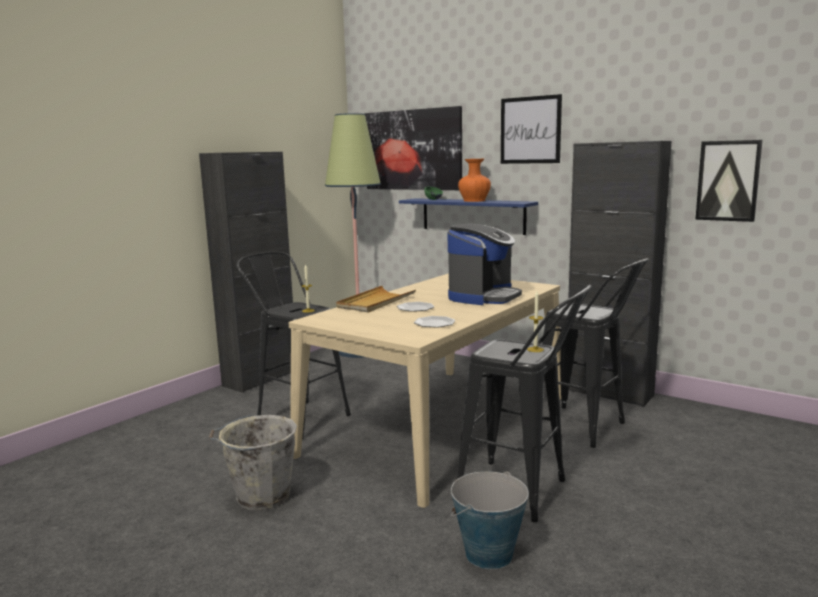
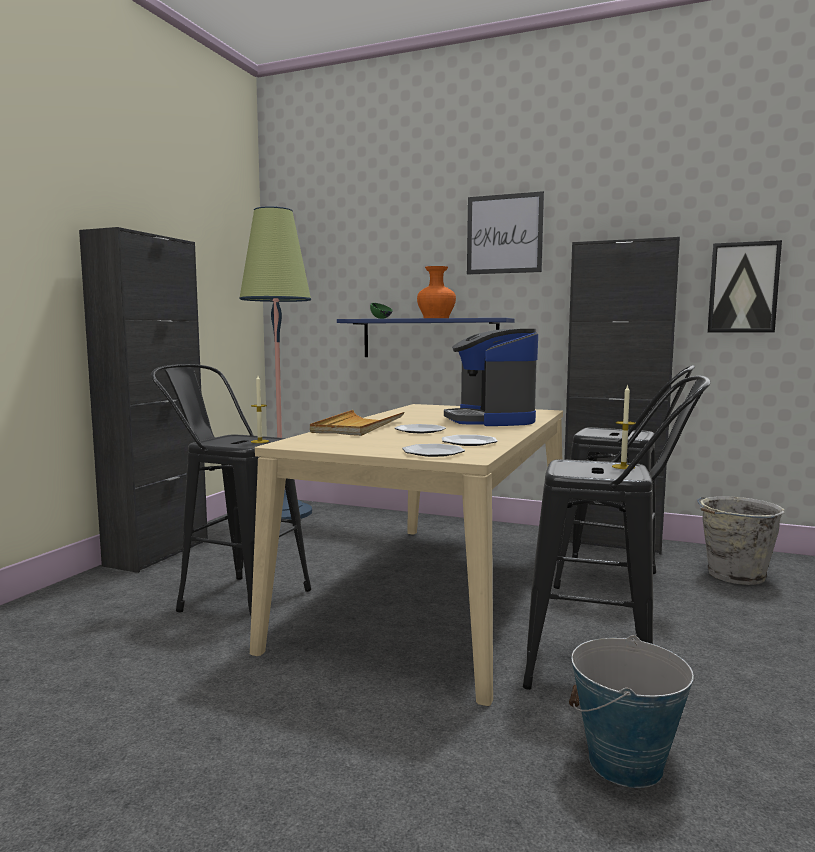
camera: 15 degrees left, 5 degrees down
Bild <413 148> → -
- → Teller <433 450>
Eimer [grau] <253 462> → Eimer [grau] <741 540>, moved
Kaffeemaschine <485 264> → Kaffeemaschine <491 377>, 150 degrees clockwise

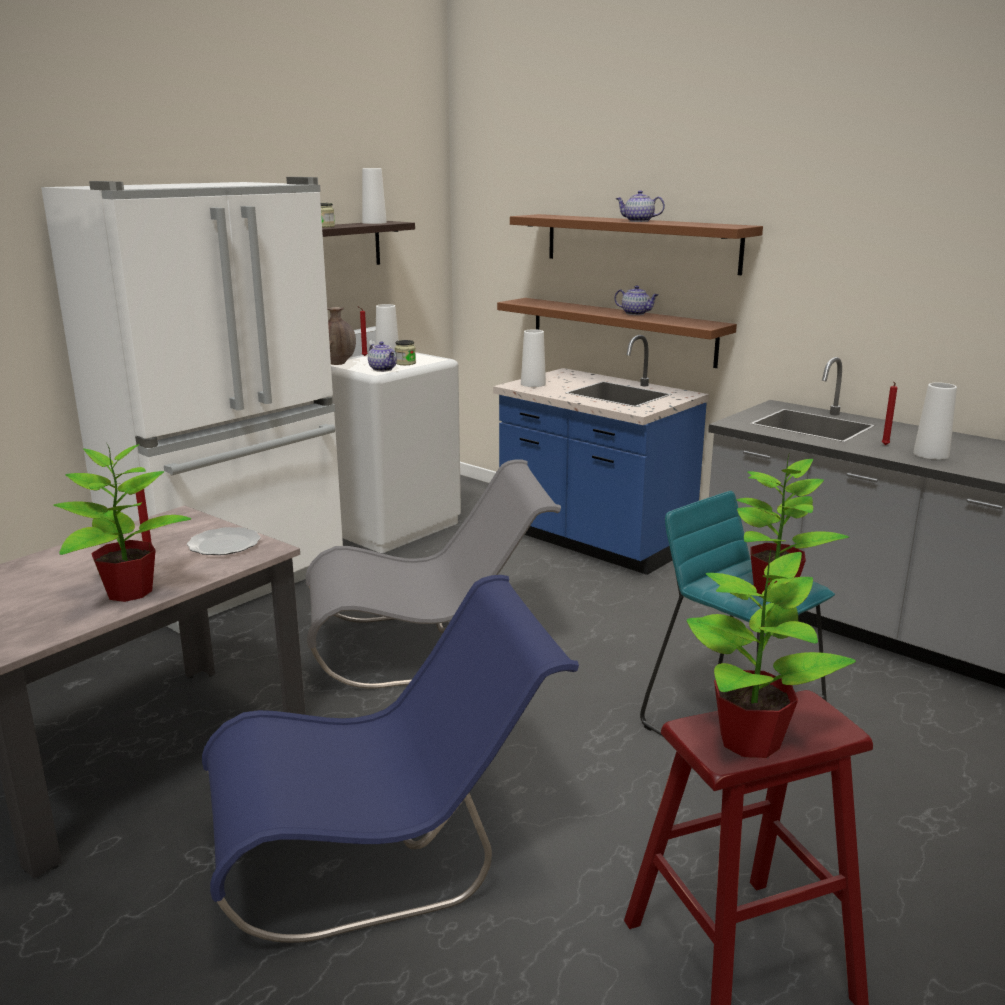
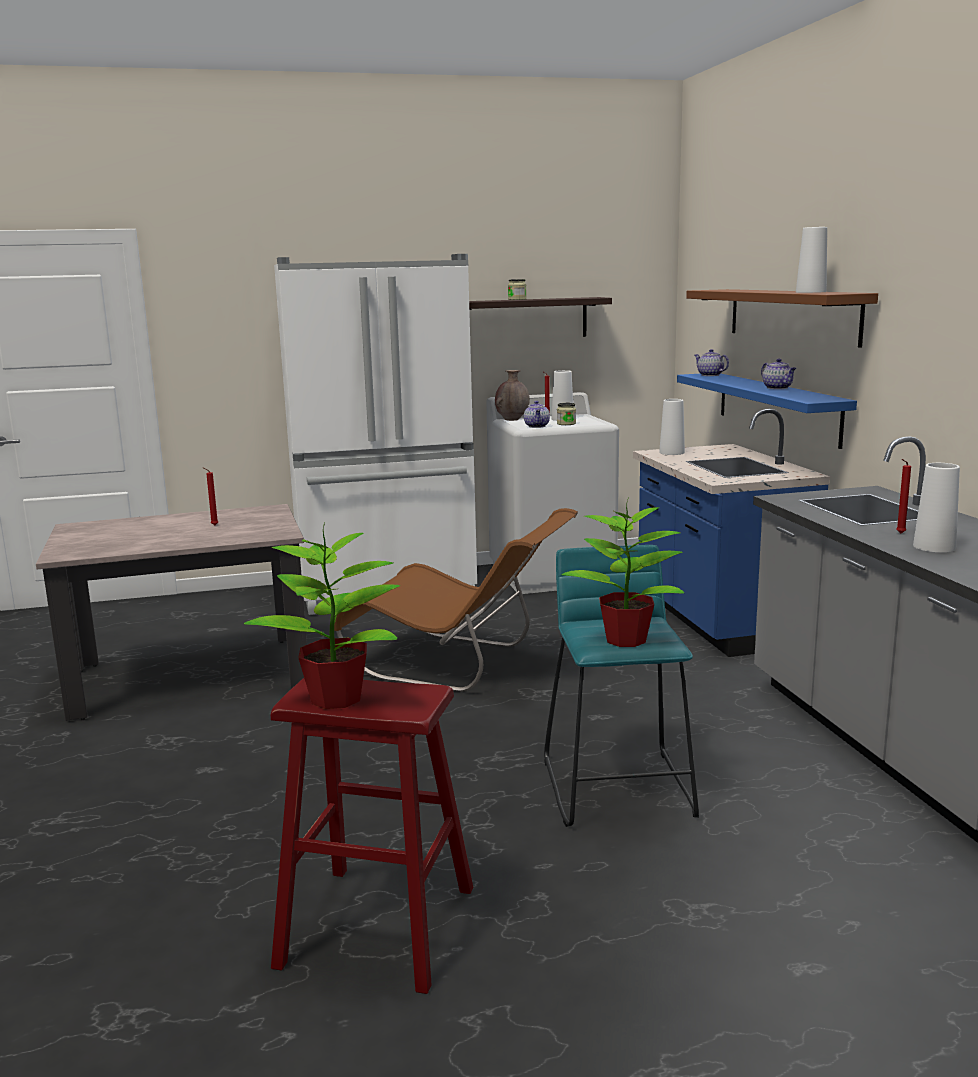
camera: 35 degrees right, 5 degrees down
Topfpflanze <122 522> → -
Teller <223 541> → -
Stuhl [blau] <390 759> → -
Vase [weiß] <374 196> → Vase [weiß] <811 260>, moved
Teekanne <640 206> → Teekanne <711 362>, moved
Stuhl [grau] <433 574> → Stuhl [braun] <456 600>
Wandregal [braun] <617 333> → Wandregal [blau] <767 411>

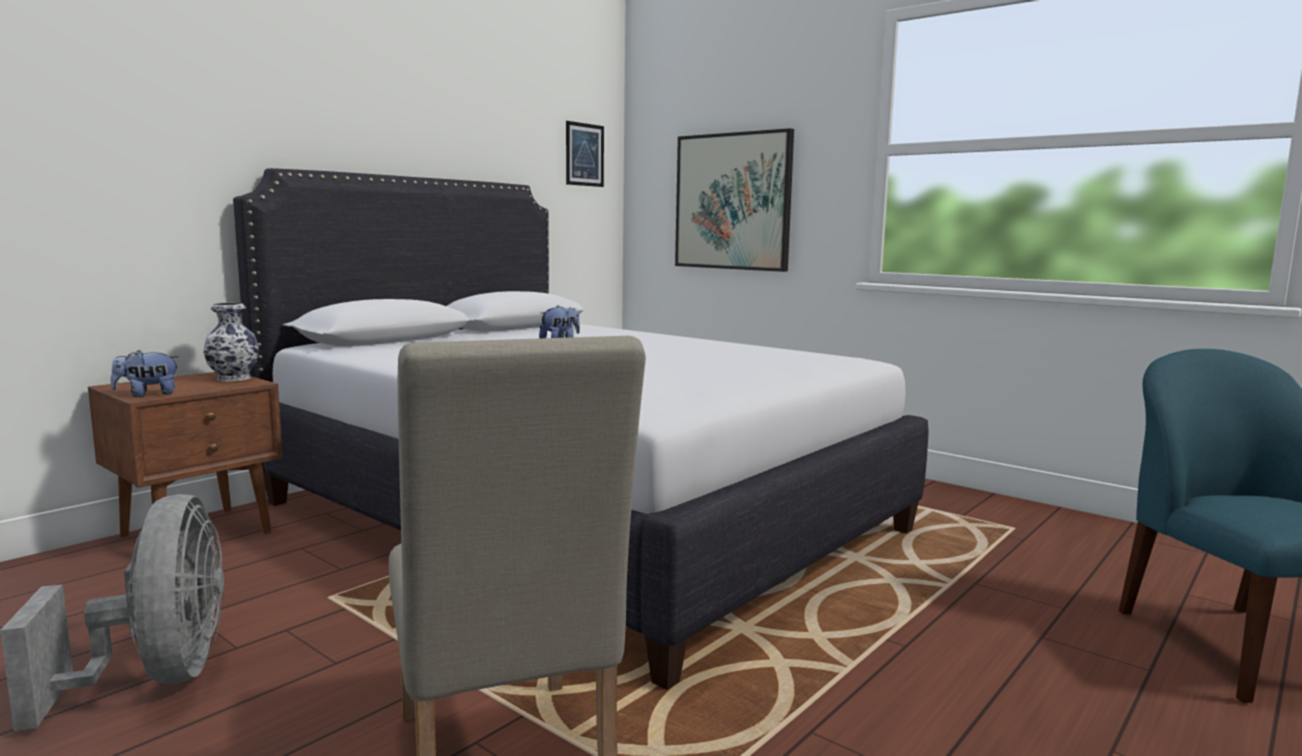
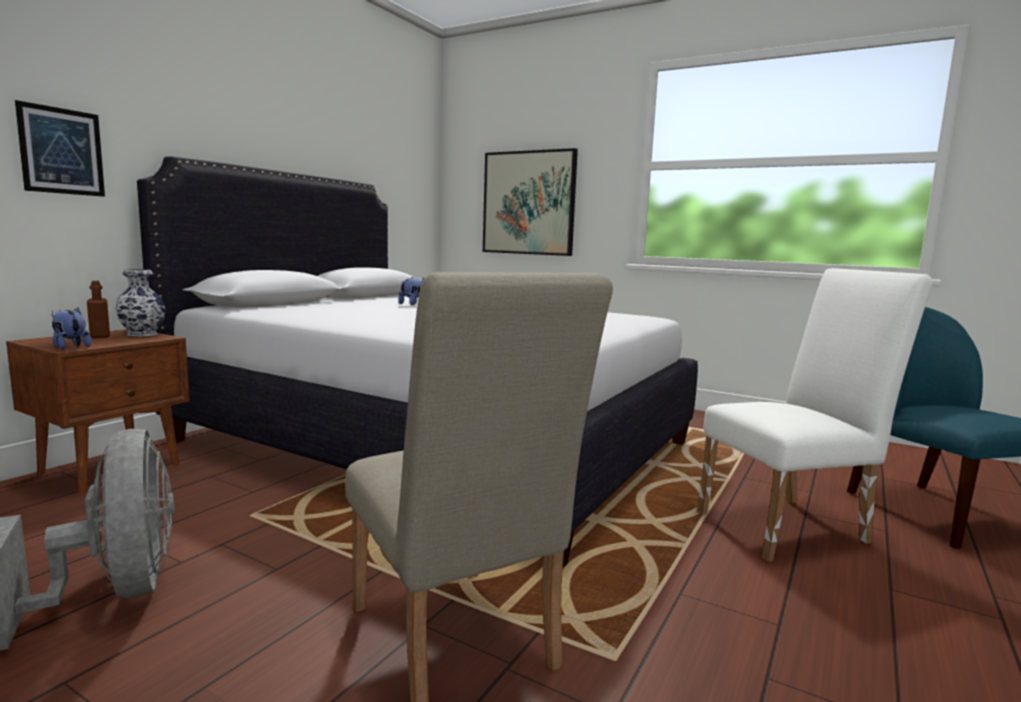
camera: 10 degrees left, 0 degrees up
- → Flasche [braun] <98 309>
- → Stuhl [weiß] <815 415>
Bild <585 154> → Bild <60 148>, moved
Plüschtier <145 373> → Plüschtier <71 328>, 75 degrees clockwise

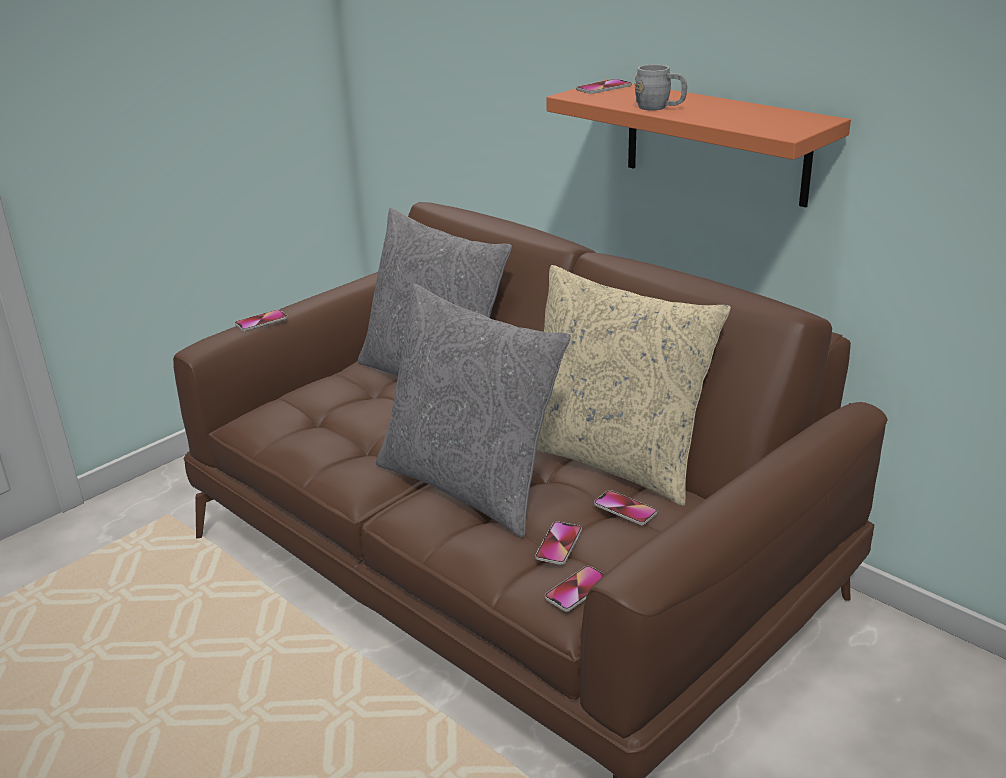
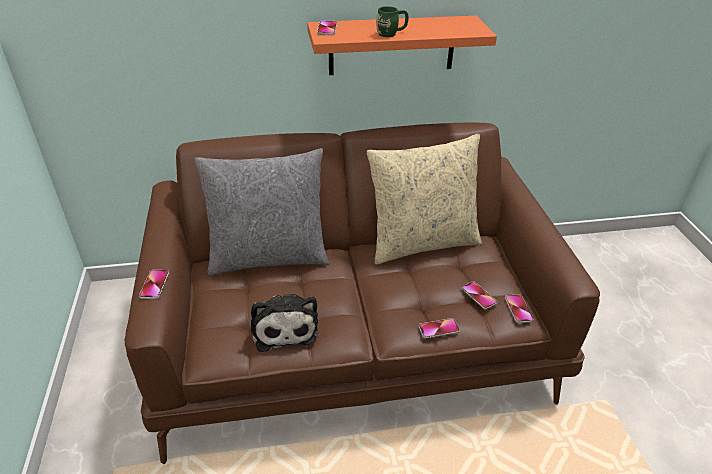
camera: 55 degrees left, 10 degrees up
Kissen [grau] <473 411> → -
- → Plüschtier <284 323>
Handy <625 507> → Handy <439 328>, moved
Henkelbecher [grau] <661 87> → Henkelbecher [grün] <392 21>

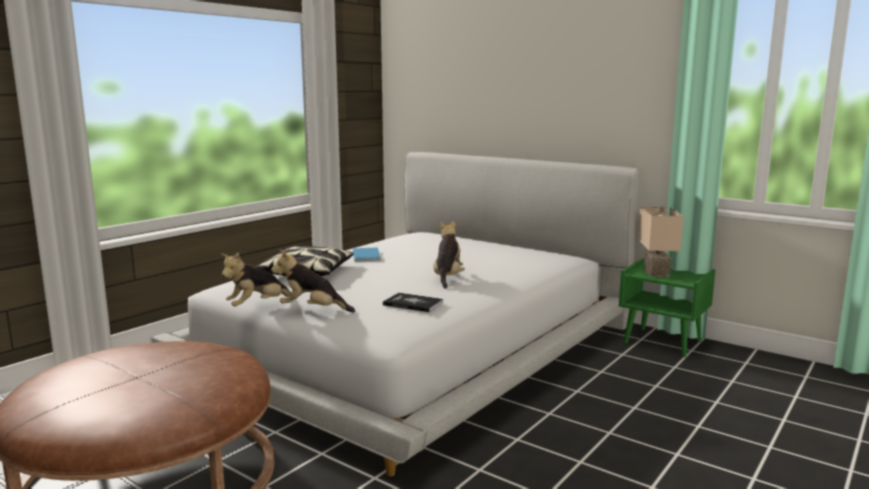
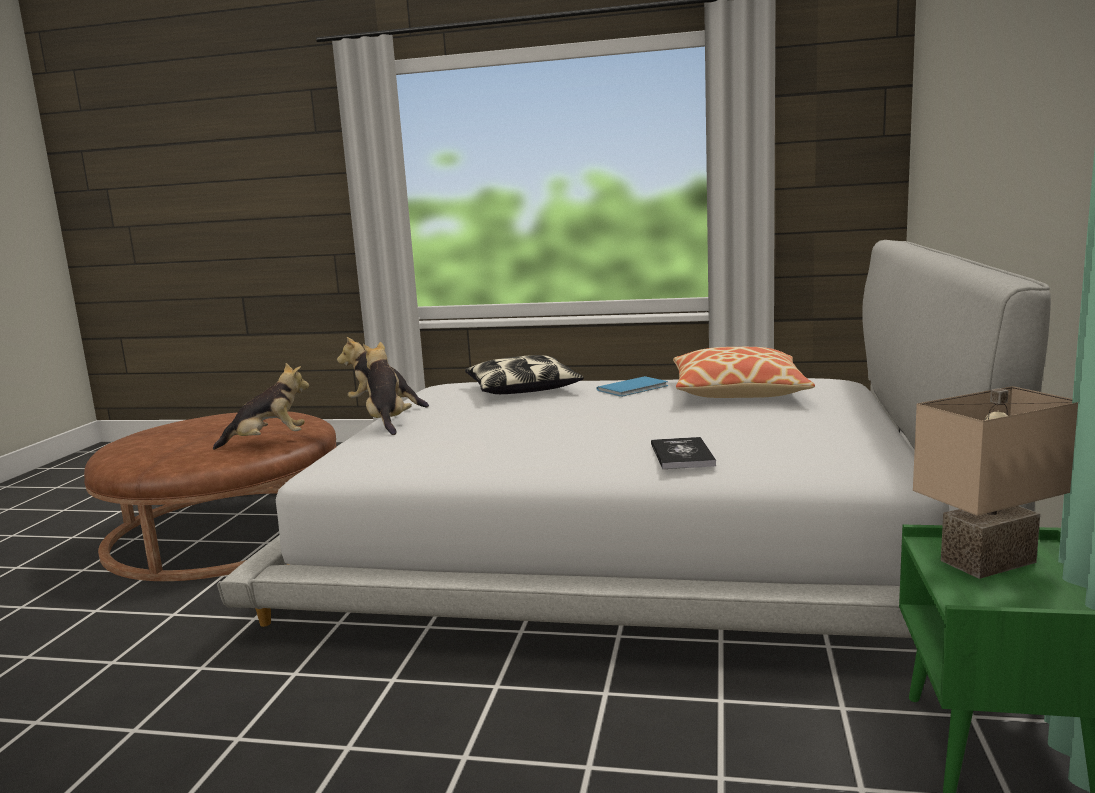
camera: 65 degrees right, 0 degrees up
- → Kissen <744 372>
Buch <413 302> → Buch <683 453>, moved
Plüschtier <449 255> → Plüschtier <261 406>, moved

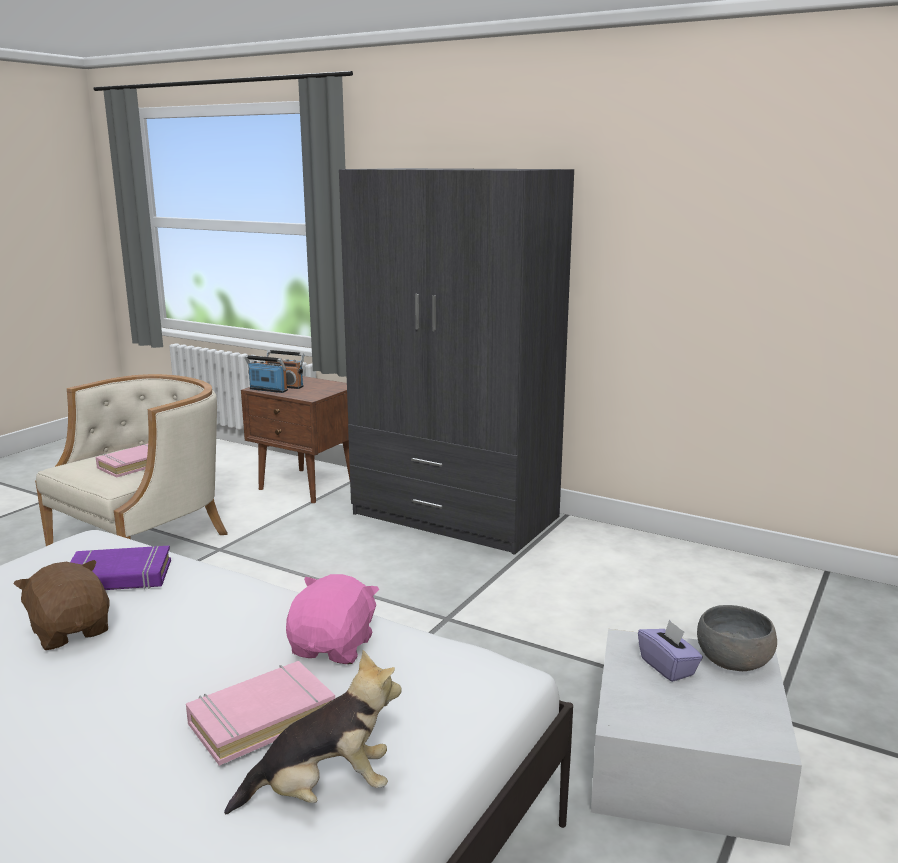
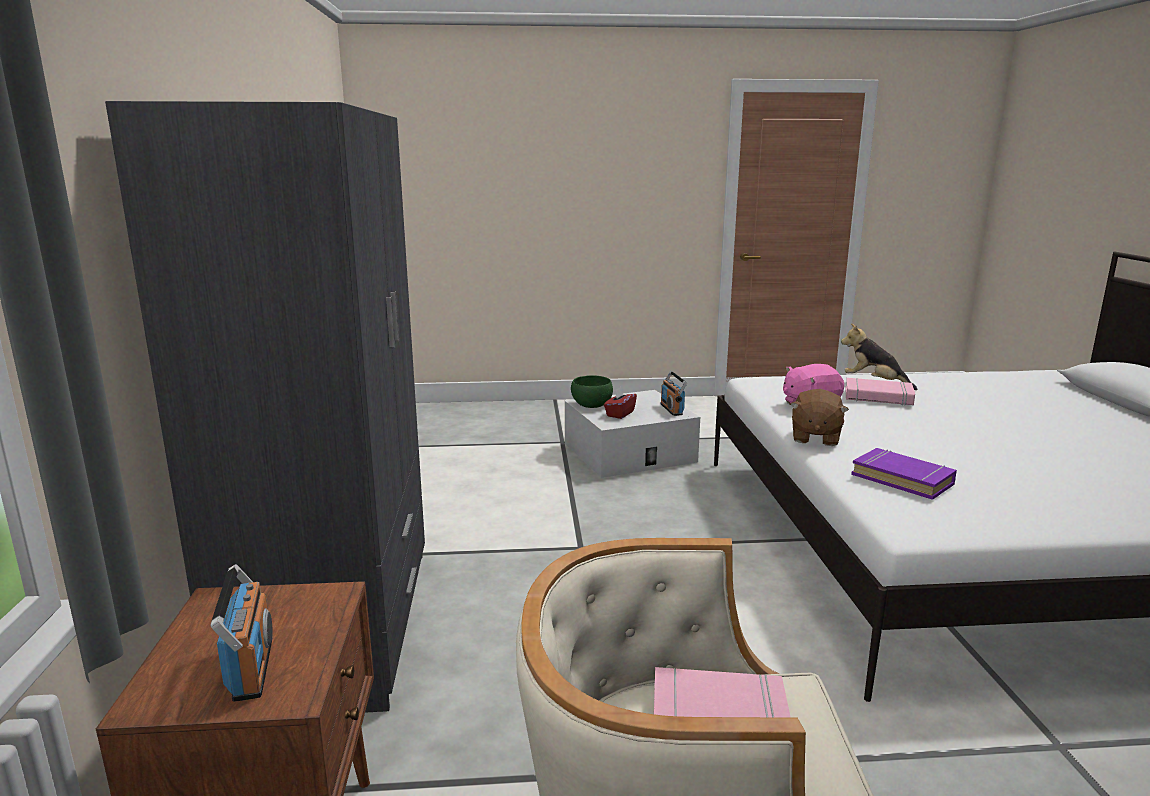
camera: 125 degrees left, 0 degrees up
Plüschtier [braun] <61 605> → Plüschtier [braun] <819 417>, moved
Radio <266 374> → Radio <674 393>, moved
Taschentuchbox [lila] <670 651> → Taschentuchbox [rot] <620 403>
Schüssel [grau] <737 638> → Schüssel [grün] <592 391>

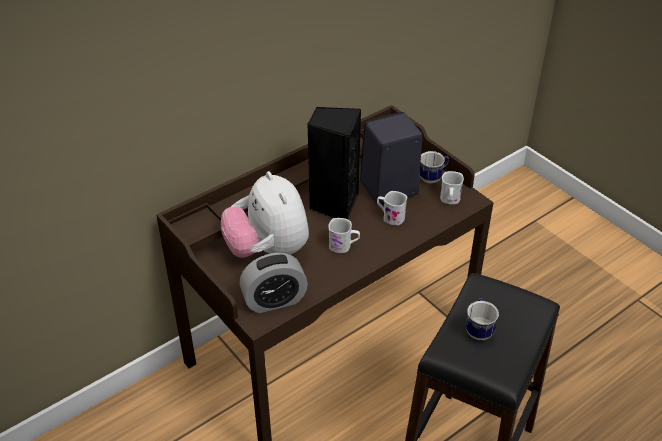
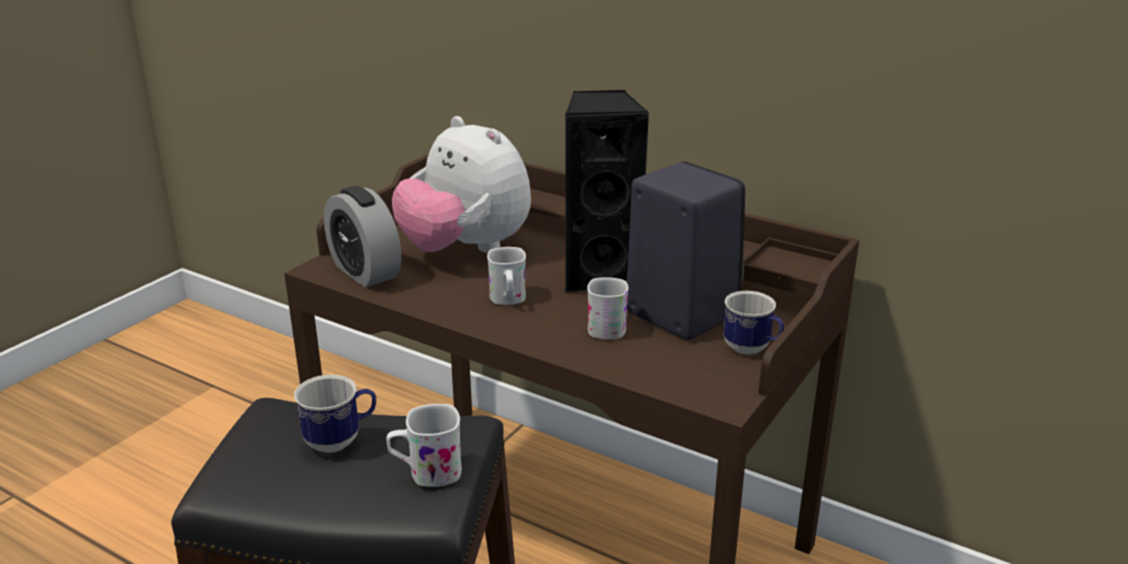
camera: 70 degrees right, 15 degrees down
Henkelbecher [weiß] <452 187> → Henkelbecher [weiß] <424 445>, moved
Plüschtier <265 214> → Plüschtier <461 184>, 90 degrees counterclockwise

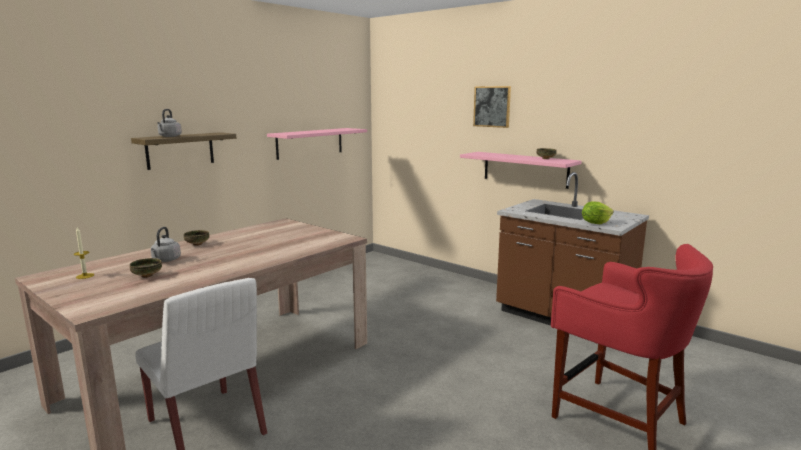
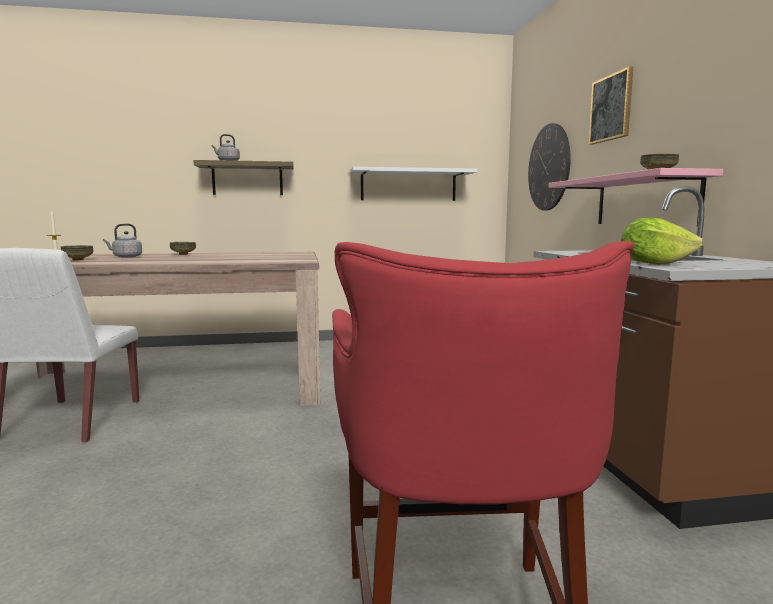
camera: 40 degrees right, 5 degrees down
- → Wanduhr <549 167>
Wandregal [rosa] <317 144> → Wandregal [weiß] <413 184>

